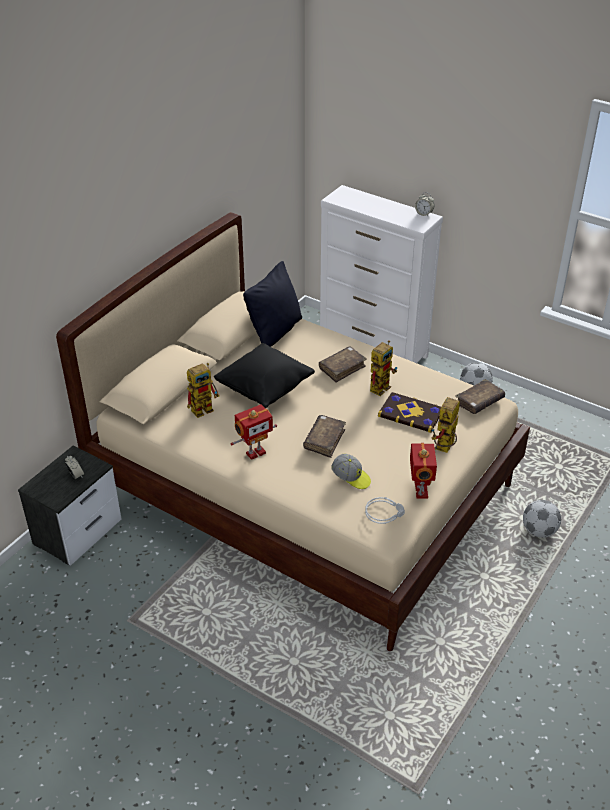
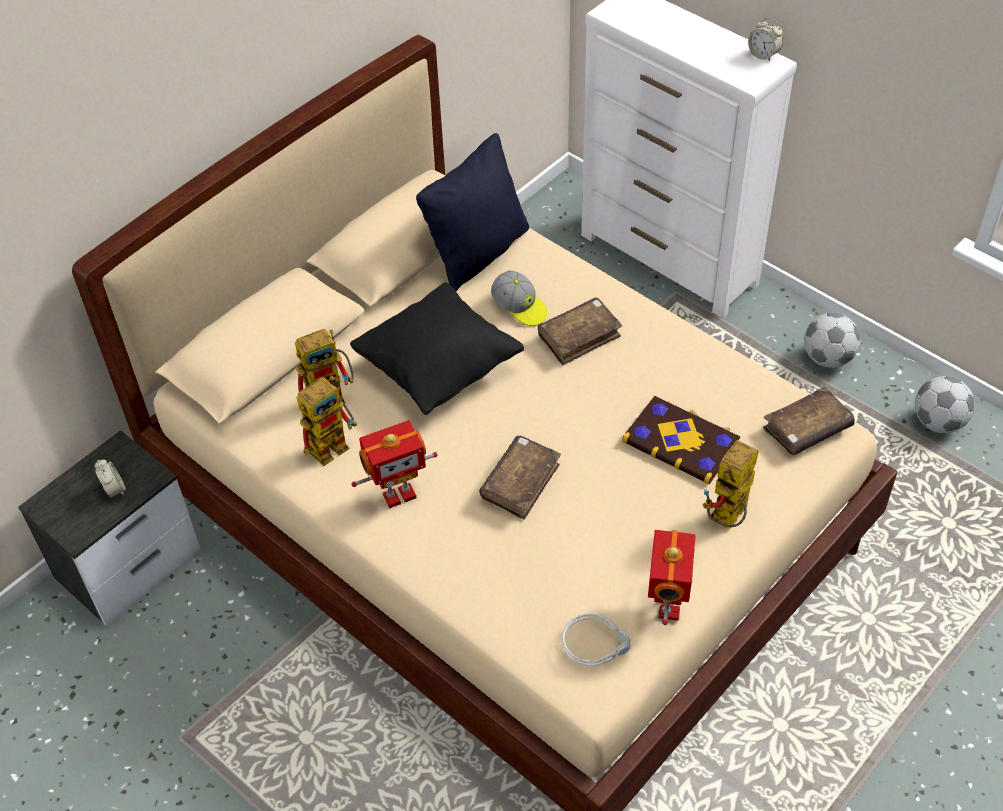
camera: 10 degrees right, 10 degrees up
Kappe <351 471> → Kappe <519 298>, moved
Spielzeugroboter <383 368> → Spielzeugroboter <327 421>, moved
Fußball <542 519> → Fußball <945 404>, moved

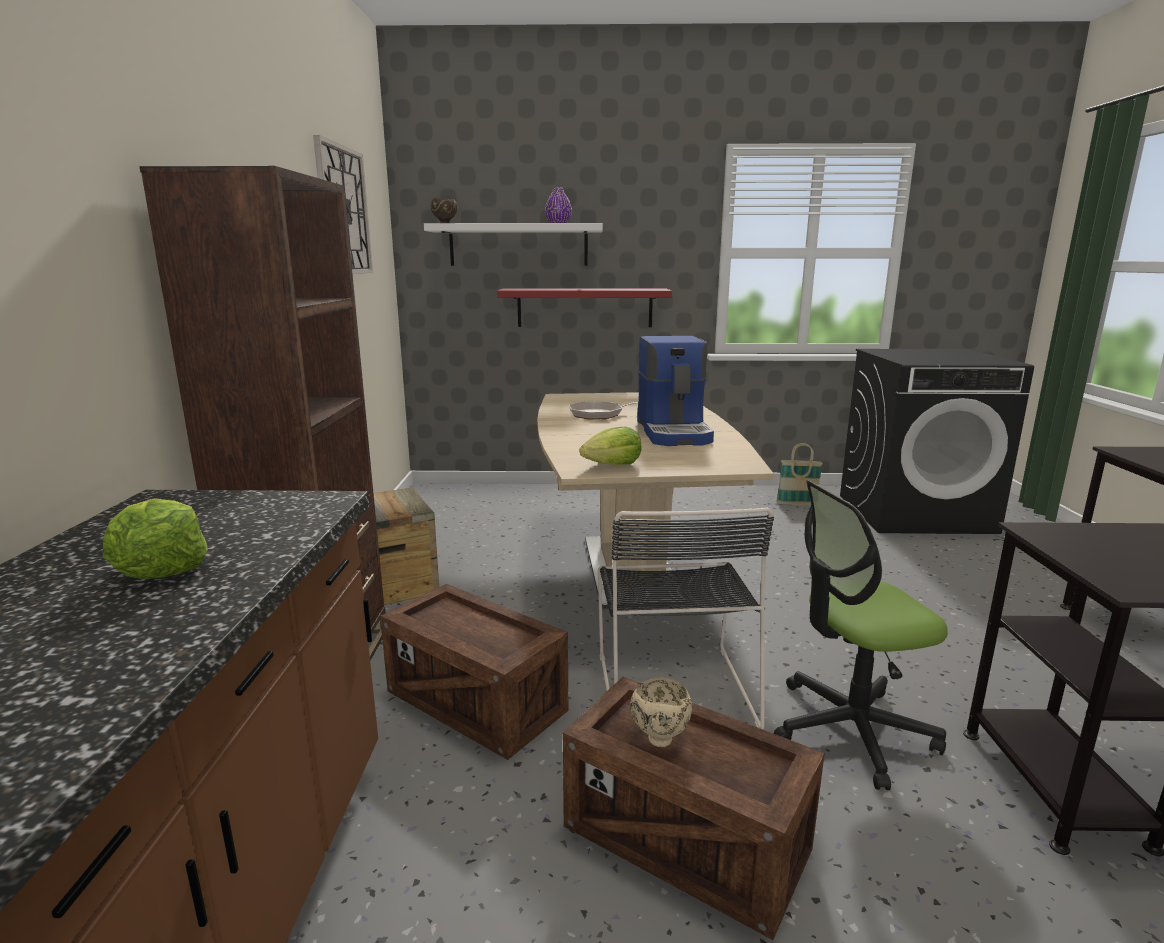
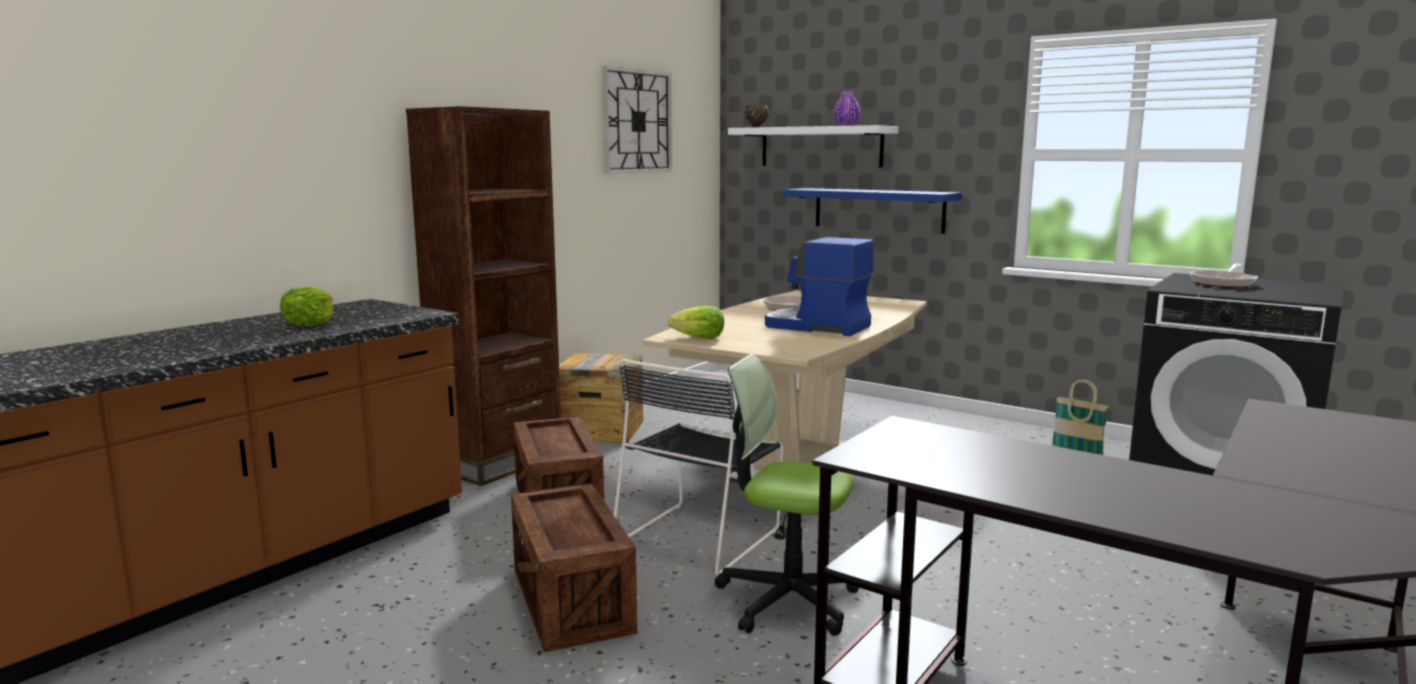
camera: 35 degrees right, 5 degrees down
Schüssel [beige] <661 712> → -
- → Pfanne <1224 276>
Wandregal [rot] <584 307> → Wandregal [blau] <872 210>
Kaffeemaschine <675 391> → Kaffeemaschine <819 286>, 90 degrees clockwise

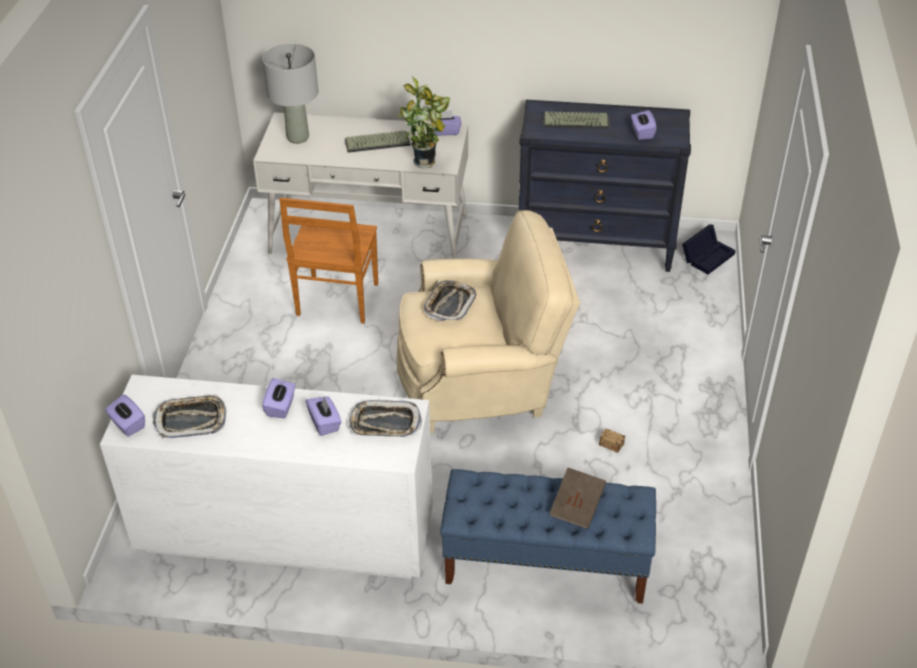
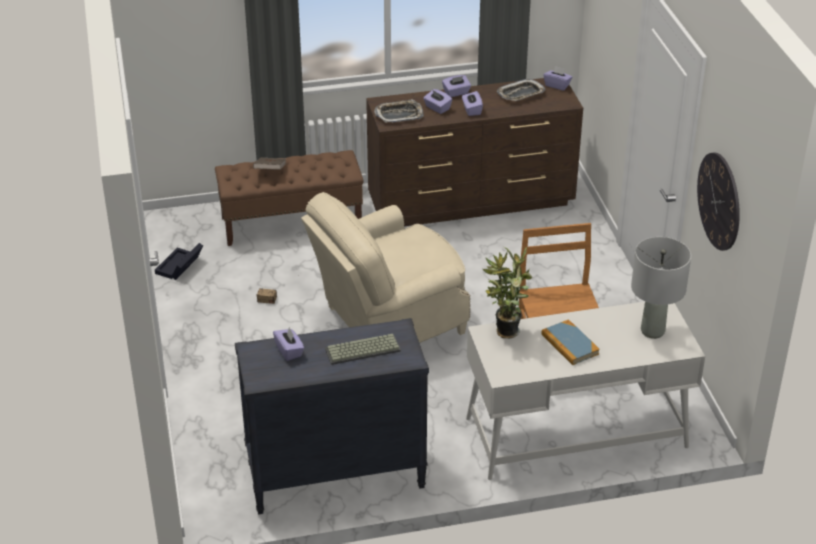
camera: 160 degrees right, 5 degrees down
Tablett <450 300> → -
- → Wanduhr <718 202>
Taschentuchbox [lila] <447 123> → Taschentuchbox [lila] <456 86>, moved
Aufbewahrungsbox [schwarz] <709 249> → Aufbewahrungsbox [schwarz] <179 261>, moved
Tastatur <378 141> → Buch <570 342>
Kommode [weiß] <266 477> → Kommode [braun] <474 152>
Bank [blau] <548 536> → Bank [braun] <289 198>

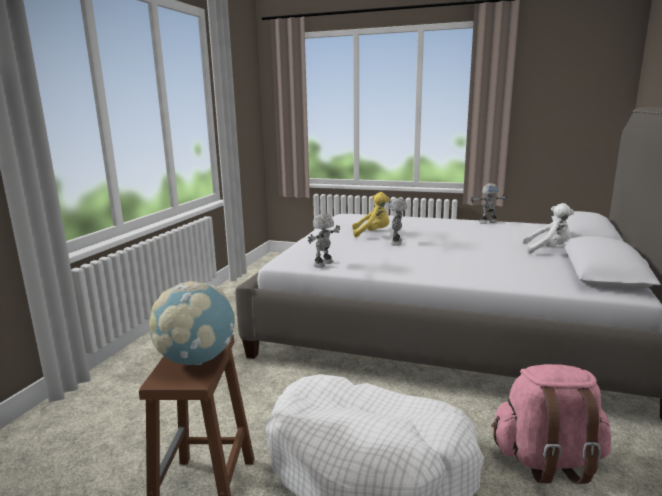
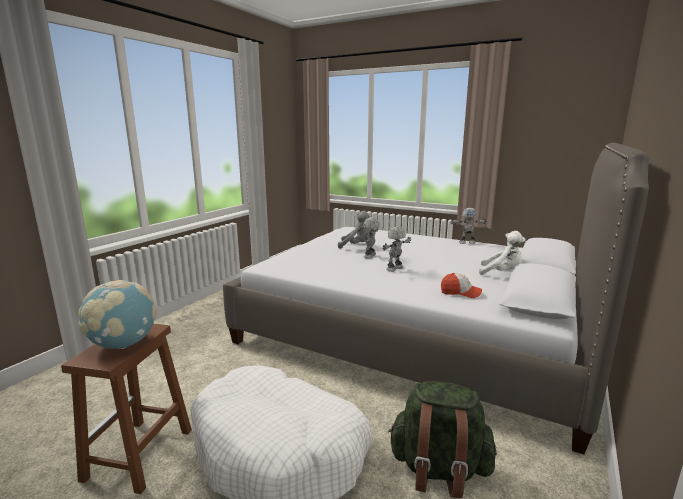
camera: 10 degrees right, 0 degrees up
- → Kappe <461 285>
Spielzeugroboter <324 241> → Spielzeugroboter <396 249>, moved
Plüschtier [gelb] <371 214> → Plüschtier [grau] <354 230>
Rucksack [rosa] <551 424> → Rucksack [grün] <442 439>

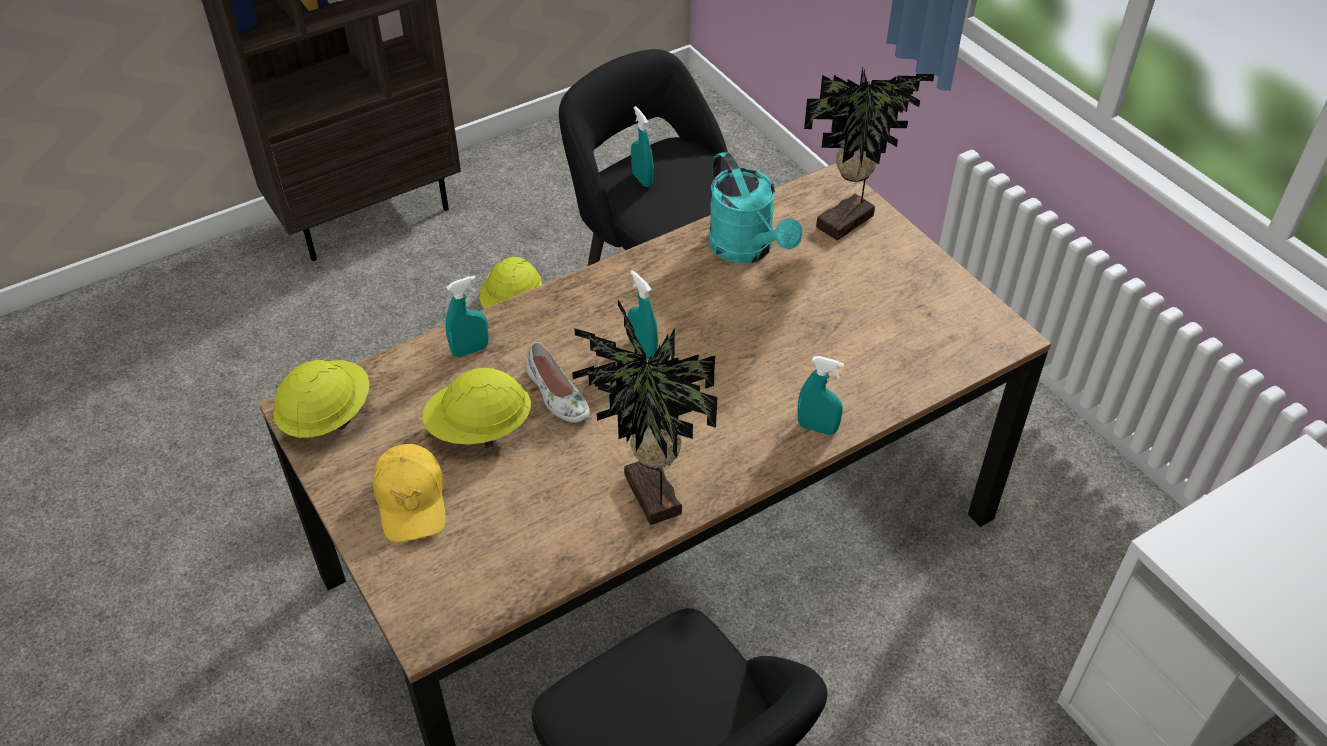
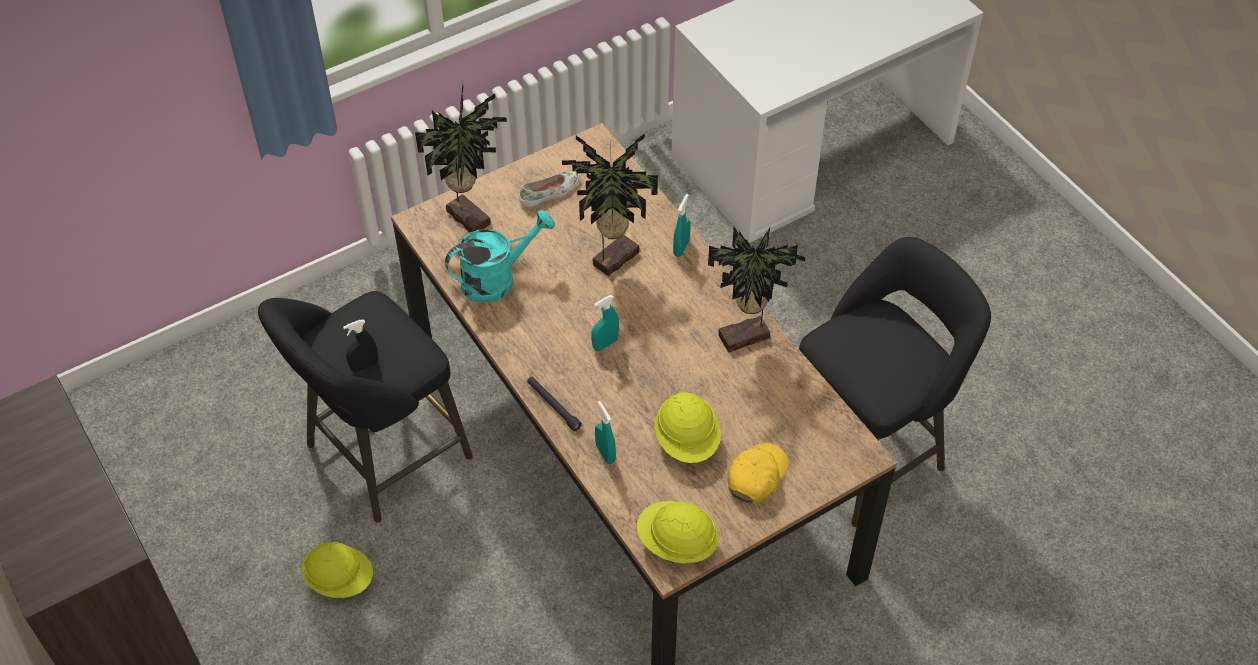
camera: 90 degrees left, 5 degrees up
- → Taschenlampe [schwarz] <554 403>
- → Topfpflanze <610 204>
Schuh [weiß] <558 382> → Schuh [weiß] <549 189>, moved
Sprühflasche [türkis] <642 146> → Sprühflasche [schwarz] <360 346>
Kappe [gelb] <409 493> → Kappe [gelb] <758 473>, 45 degrees counterclockwise

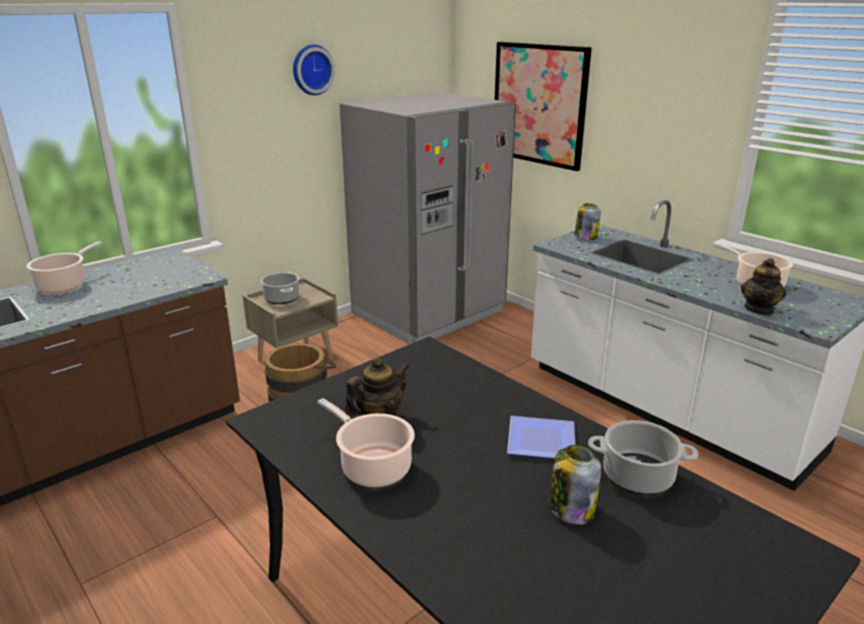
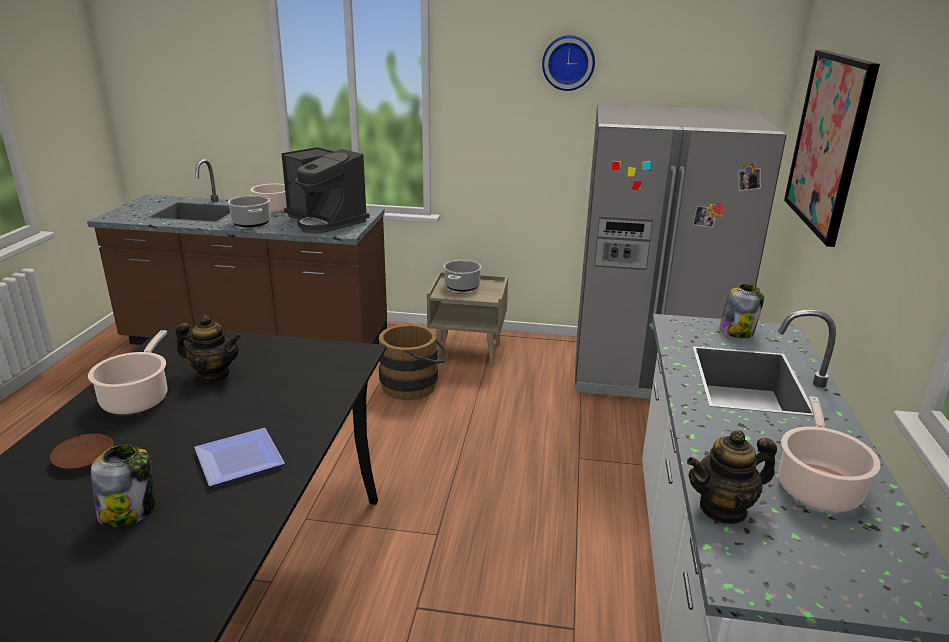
camera: 50 degrees right, 0 degrees up
- → Teller [braun] <82 451>
- → Kaffeemaschine <325 190>
Kochtopf <643 457> → Kochtopf <249 211>, moved

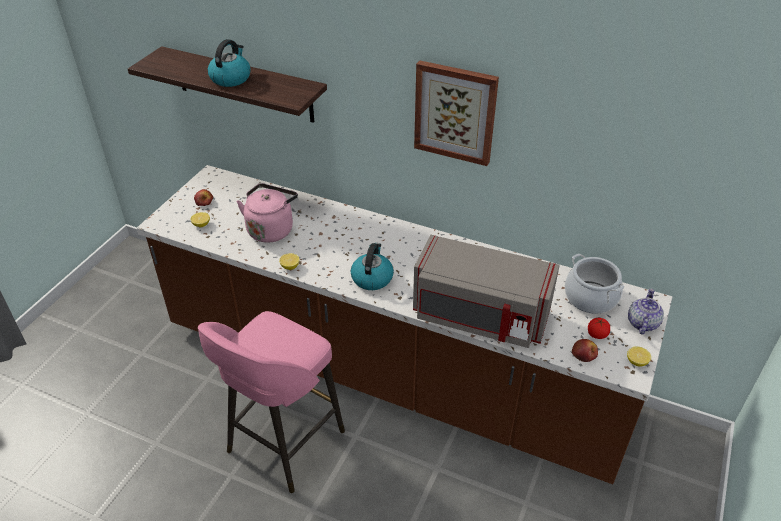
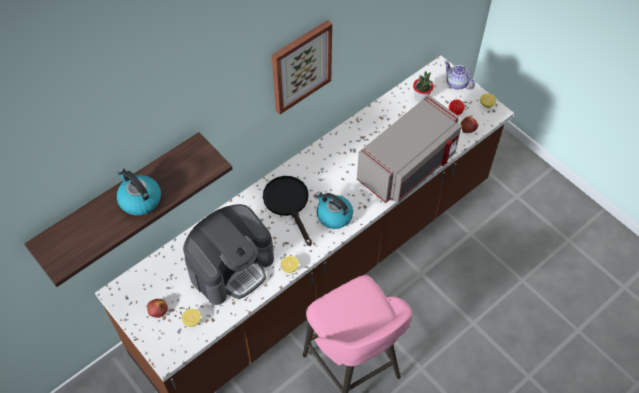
camera: 65 degrees left, 15 degrees up
- → Pfanne [schwarz] <287 211>
Wasserkessel [rosa] <267 213> → Kaffeemaschine <228 254>
Kochtopf <595 284> → Topfpflanze <423 86>

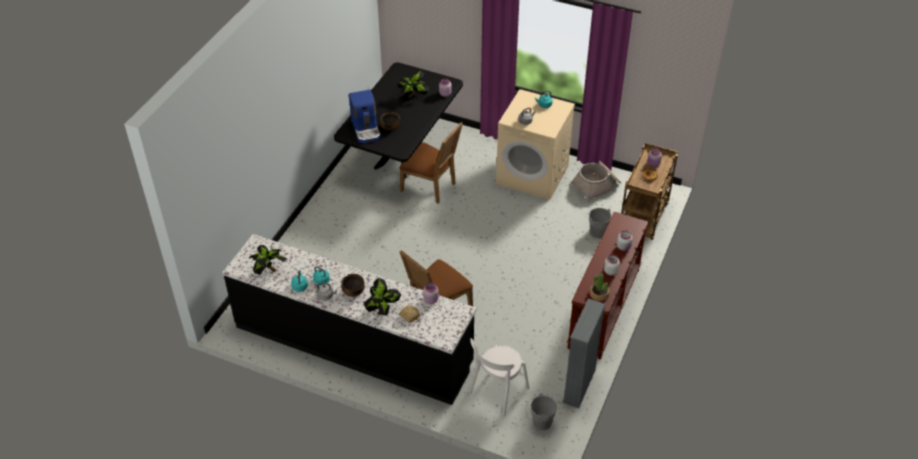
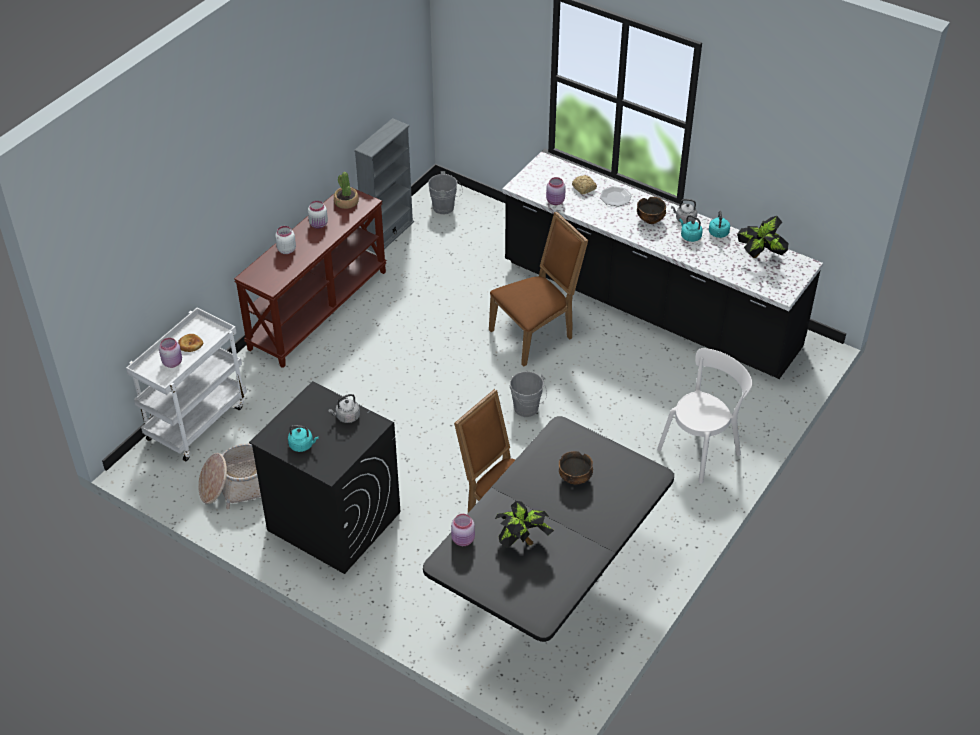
camera: 170 degrees left, 0 degrees up
Kaffeemaschine <365 116> → -
Stuhl [weiß] <499 377> → Stuhl [weiß] <704 415>, moved
Eimer [grau] <598 223> → Eimer [grau] <528 394>, moved
Topfpflanze <382 296> → Teller <616 196>
Waschmaschine [beige] <535 144> → Waschmaschine [schwarz] <324 477>
Rollwagen [braun] <649 191> → Rollwagen [weiß] <186 384>

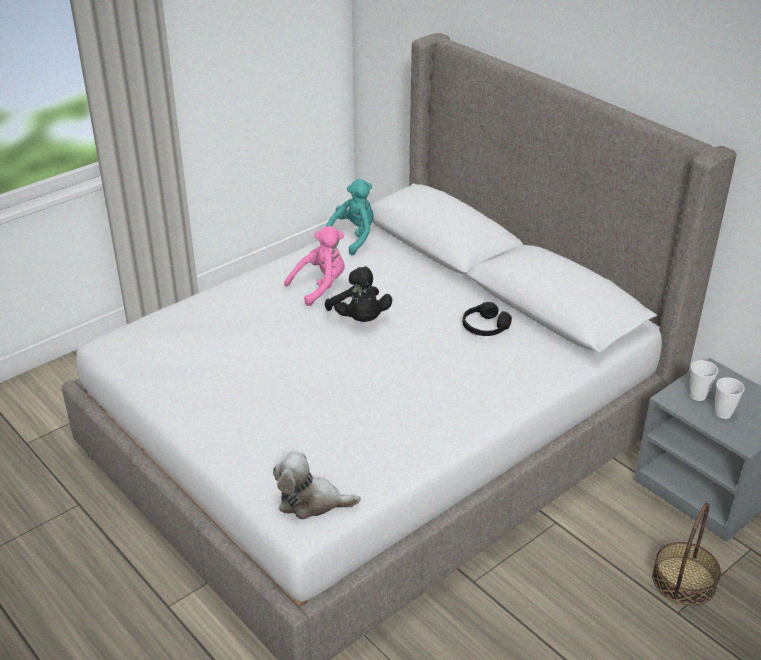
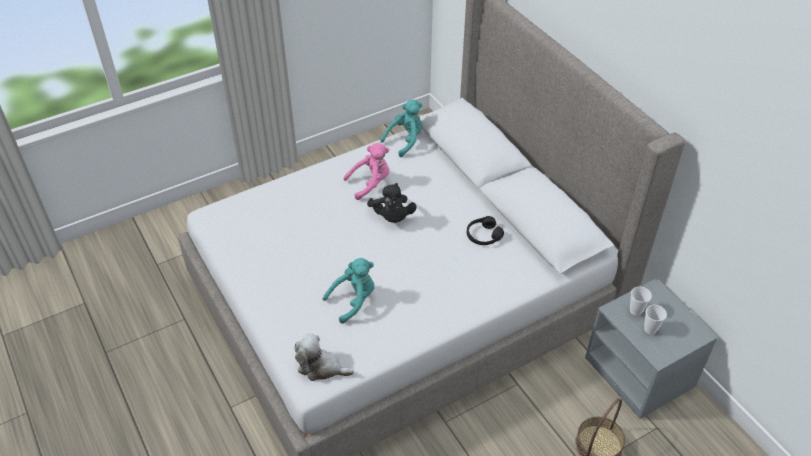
camera: 10 degrees right, 10 degrees up
- → Plüschtier [türkis] <348 291>

